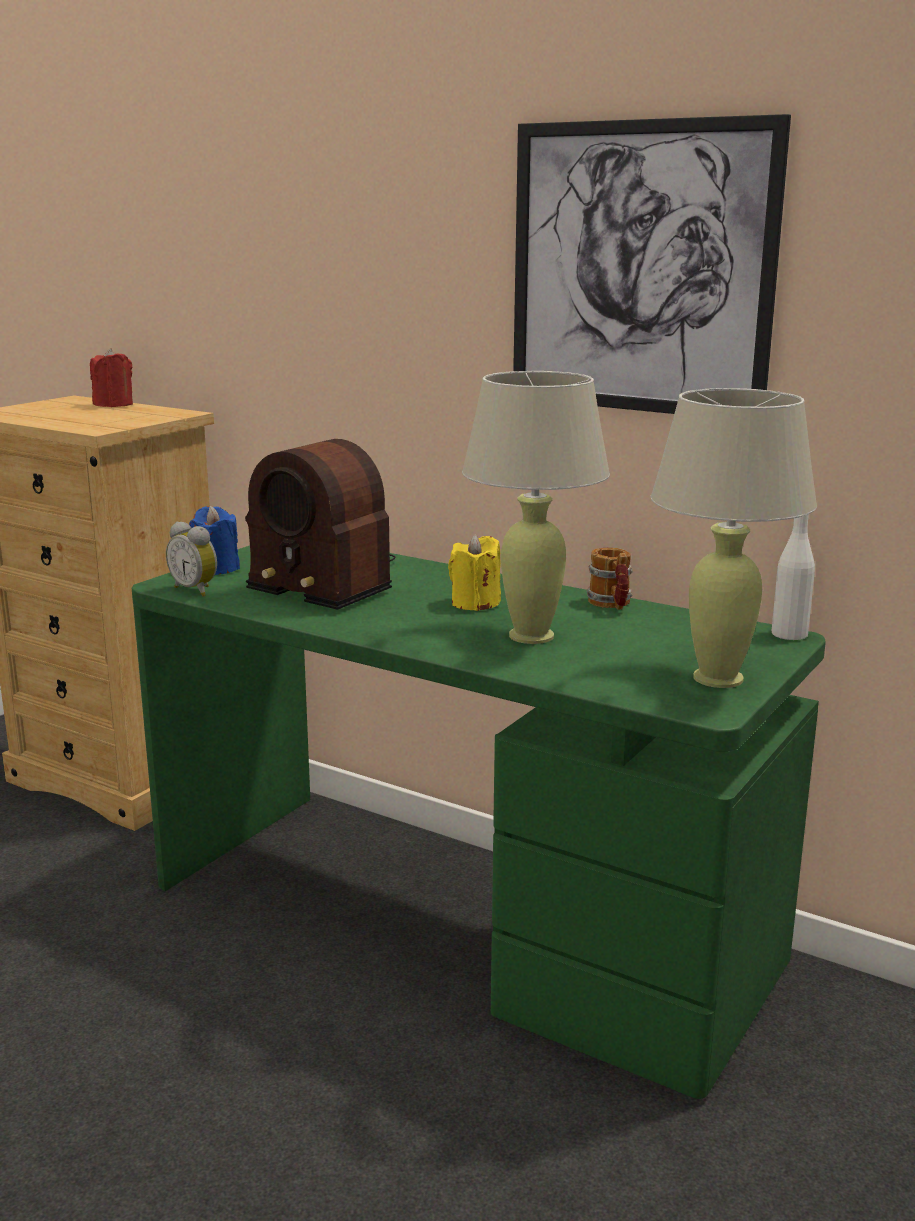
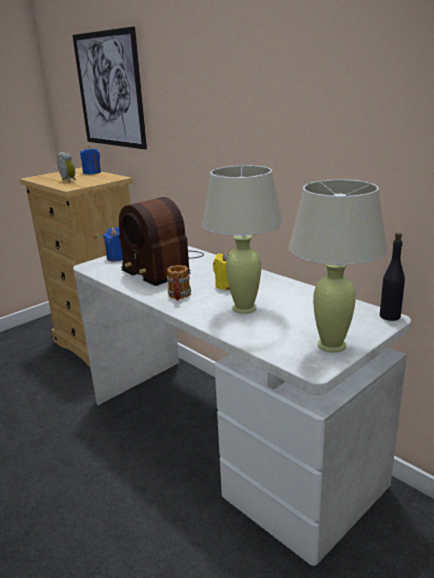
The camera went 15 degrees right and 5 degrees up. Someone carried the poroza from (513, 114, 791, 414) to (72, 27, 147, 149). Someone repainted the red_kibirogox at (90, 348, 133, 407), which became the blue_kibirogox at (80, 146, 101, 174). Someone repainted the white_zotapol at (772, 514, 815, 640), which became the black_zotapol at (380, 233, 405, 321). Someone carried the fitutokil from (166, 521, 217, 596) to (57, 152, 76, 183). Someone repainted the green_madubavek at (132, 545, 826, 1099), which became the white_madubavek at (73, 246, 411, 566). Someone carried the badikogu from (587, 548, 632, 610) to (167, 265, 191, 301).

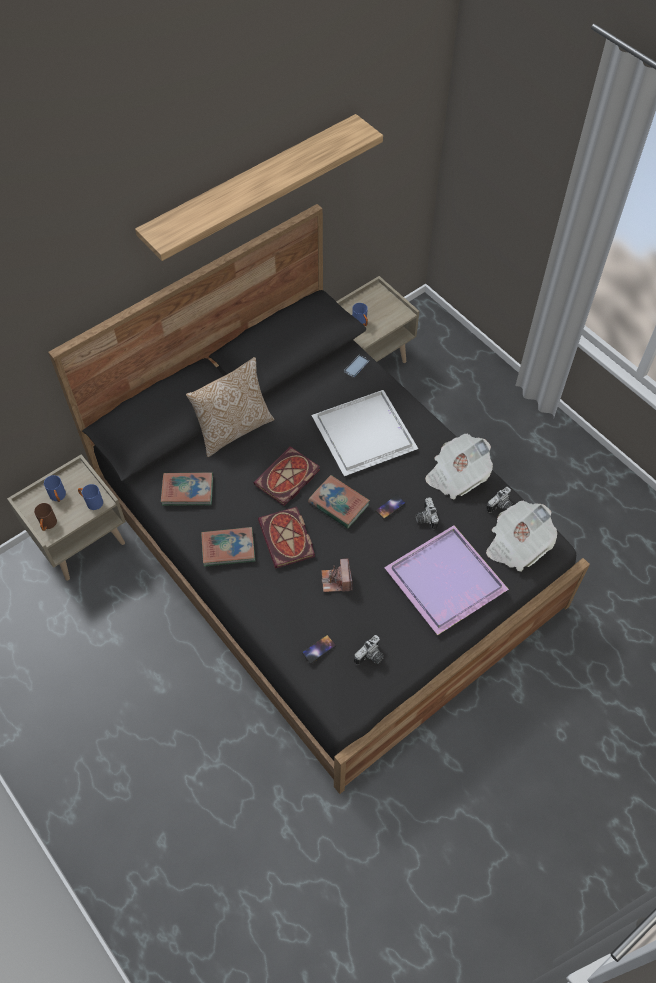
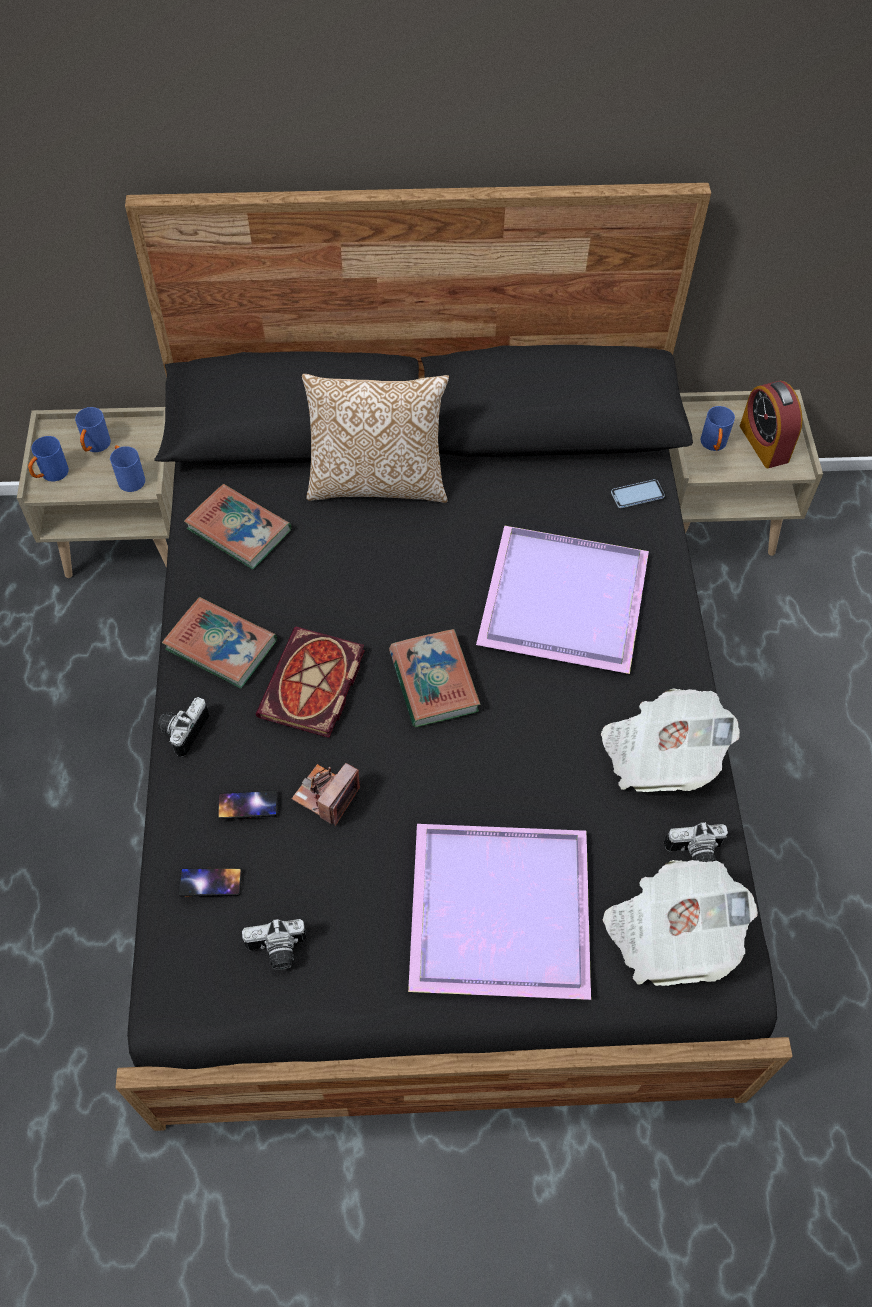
The camera went 35 degrees right and 0 degrees up. Someone took away the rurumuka at (135, 114, 383, 261). Someone repainted the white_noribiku at (311, 390, 418, 476), which became the purple_noribiku at (476, 525, 649, 674). Someone took away the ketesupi at (253, 446, 320, 506). Someone carried the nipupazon from (375, 494, 406, 519) to (217, 790, 278, 819). Someone carried the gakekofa from (416, 497, 439, 530) to (158, 697, 210, 757). Someone repainted the brown_badikogu at (34, 503, 57, 531), which became the blue_badikogu at (28, 436, 69, 481). Someone put down the fitutokil at (740, 381, 802, 468).

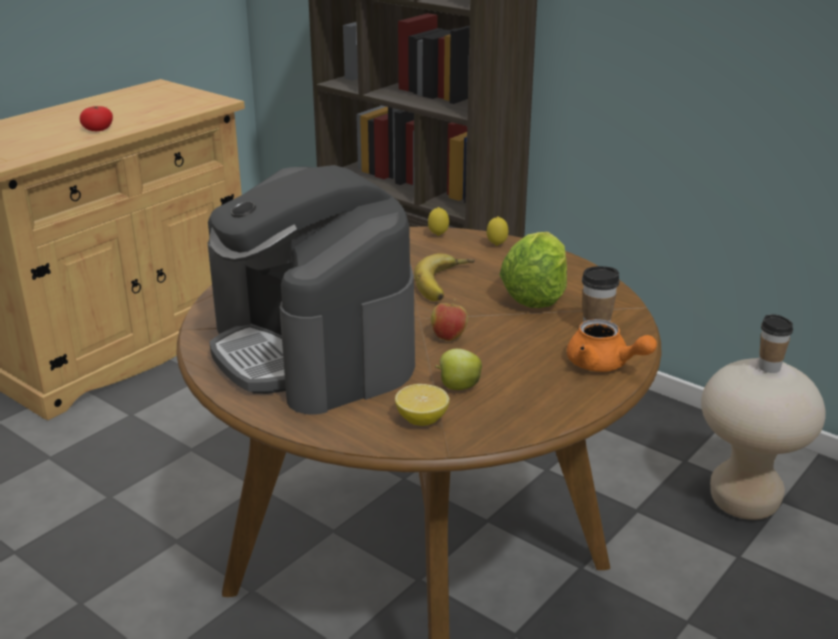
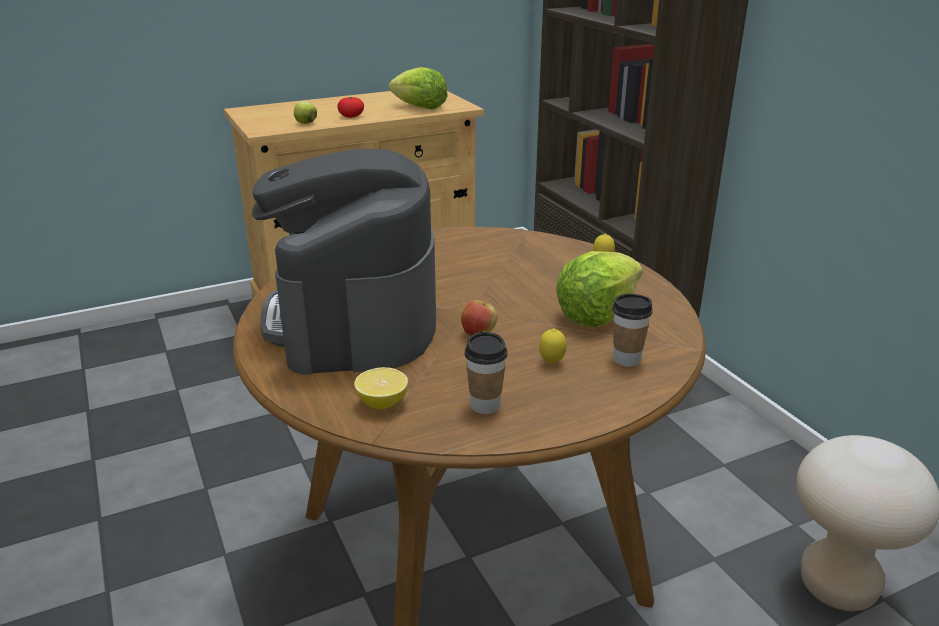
The camera went 25 degrees right and 0 degrees up. Someone carried the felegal from (428, 207, 449, 236) to (539, 329, 567, 363). Someone took away the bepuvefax at (414, 253, 475, 301). Someone carried the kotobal from (759, 314, 793, 373) to (464, 332, 508, 414). Someone took away the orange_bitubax at (567, 319, 657, 372). Someone carried the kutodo from (435, 349, 482, 390) to (294, 101, 317, 124). Someone put down the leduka at (389, 67, 448, 109).

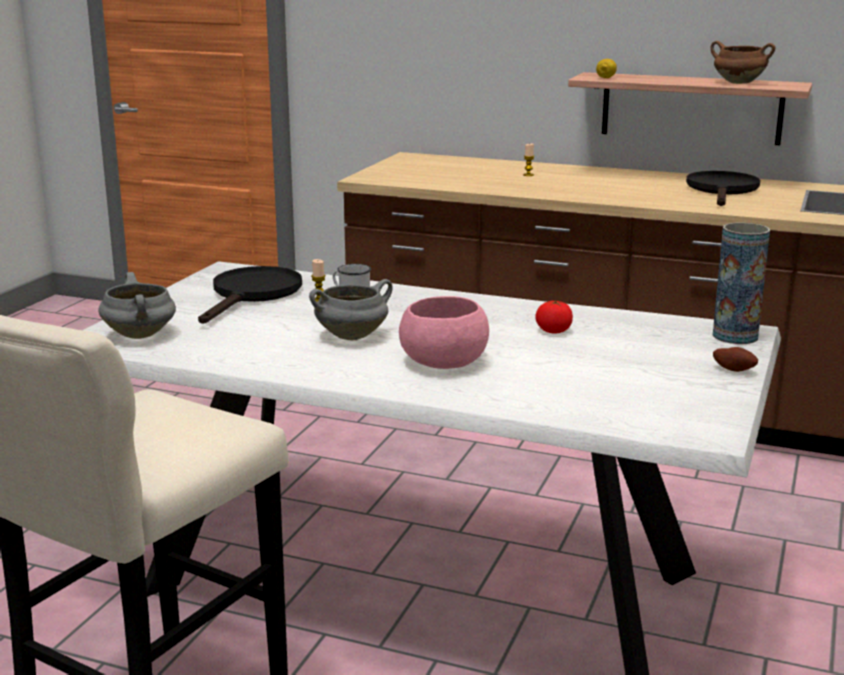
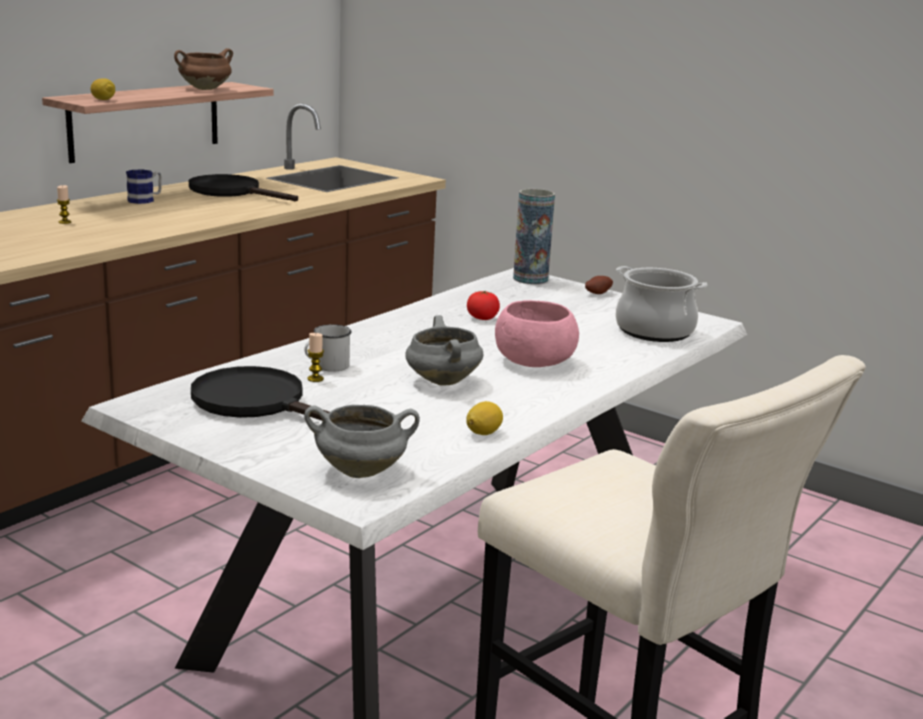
The camera went 75 degrees left and 0 degrees up. Someone put down the badikogu at (126, 169, 162, 204). Someone put down the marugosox at (615, 266, 708, 342). Someone put down the felegal at (466, 401, 503, 435).

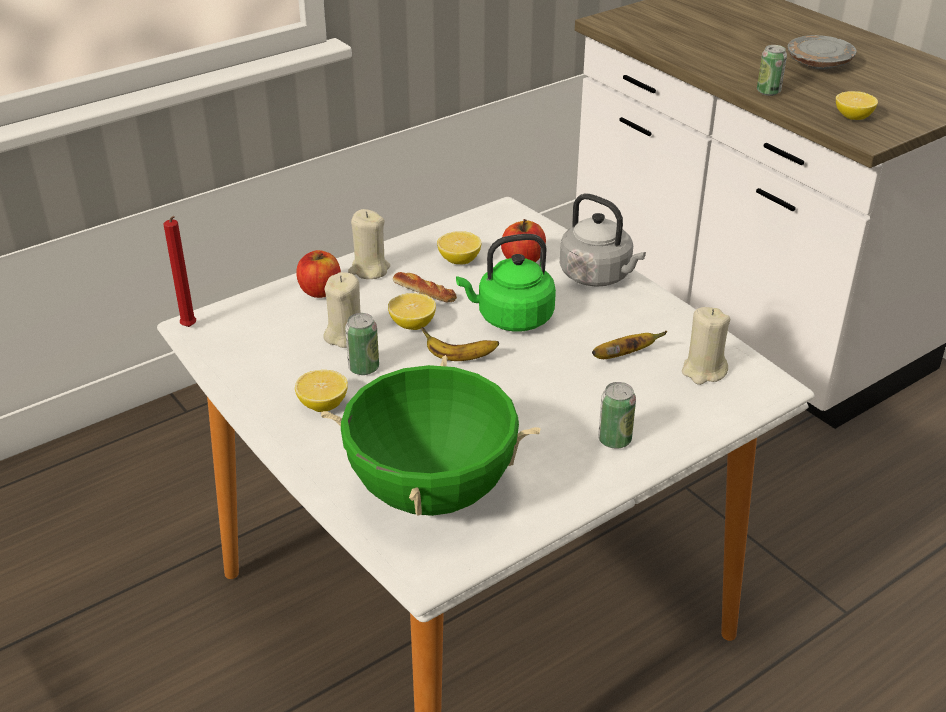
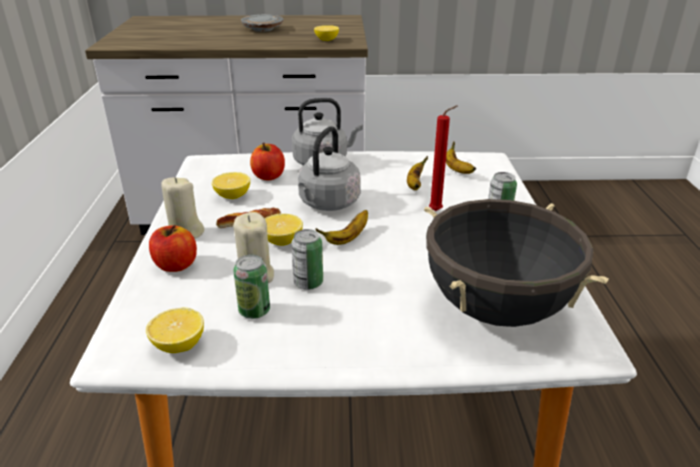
The camera went 55 degrees left and 5 degrees down. Someone carried the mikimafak from (757, 45, 787, 96) to (233, 255, 270, 319). Someone carried the red_kibirogox from (164, 216, 196, 327) to (429, 106, 457, 211). Someone repainted the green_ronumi at (456, 234, 556, 332), which became the grey_ronumi at (298, 126, 361, 211). Someone swapped the beige_kibirogox at (682, 307, 730, 385) for the bepuvefax at (446, 142, 476, 174). Someone repainted the green_marugosox at (321, 355, 541, 516), which became the black_marugosox at (424, 199, 609, 327). Someone carried the felegal from (295, 370, 348, 412) to (146, 308, 204, 353).

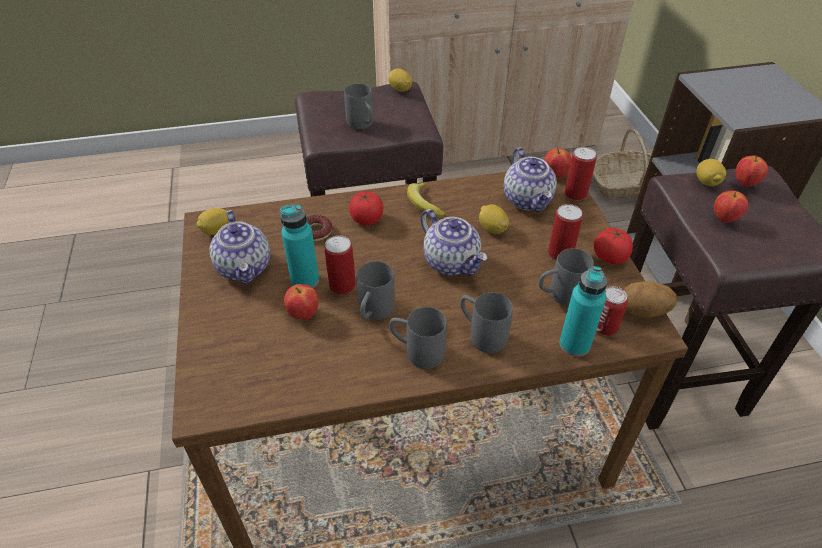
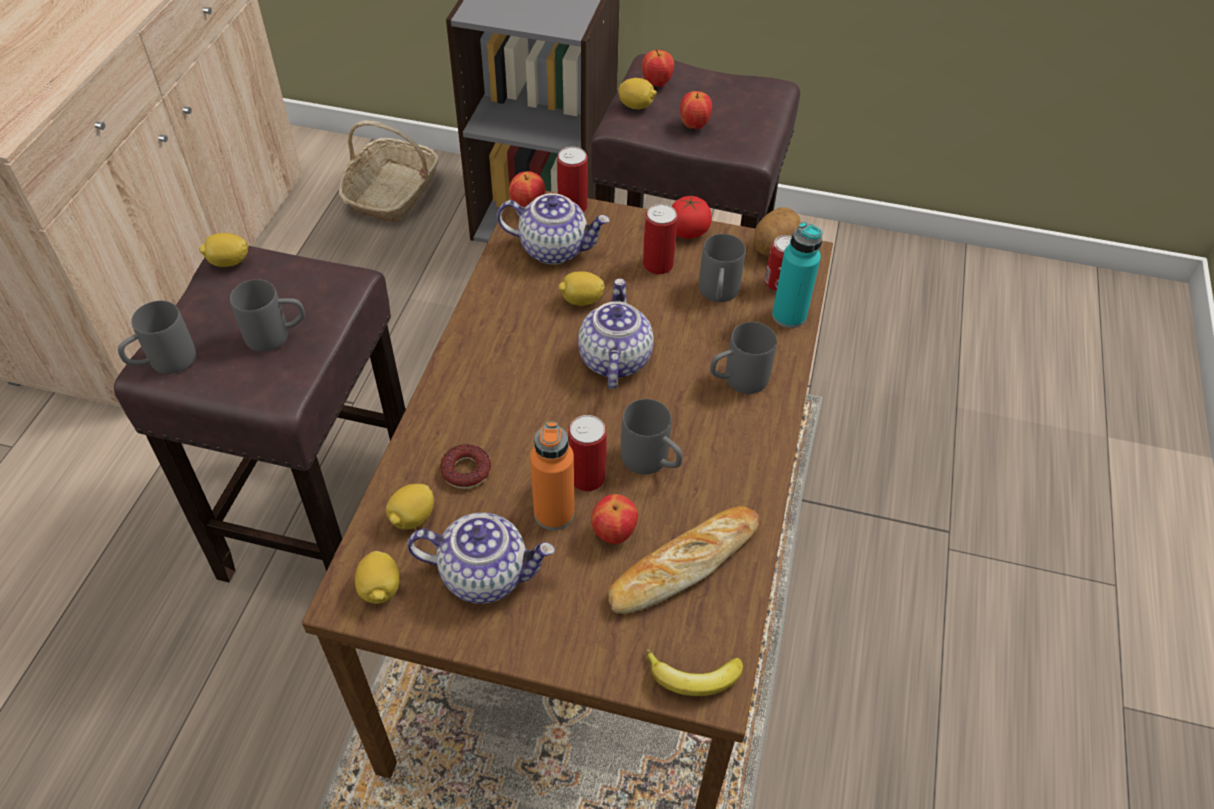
The camera went 65 degrees left and 5 degrees up. Someone carried the bepuvefax from (407, 183, 445, 218) to (646, 649, 743, 696). Someone took away the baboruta at (349, 191, 383, 225). Someone repainted the turquoise_zotapol at (280, 204, 319, 288), which became the orange_zotapol at (530, 421, 574, 530). Someone rotated the bitubax at (421, 209, 487, 276) by 75 degrees counterclockwise. Someone carried the grey_badikogu from (389, 307, 447, 369) to (118, 301, 196, 374). Someone put down the felegal at (386, 484, 434, 530). Someone put down the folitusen at (608, 506, 761, 614).

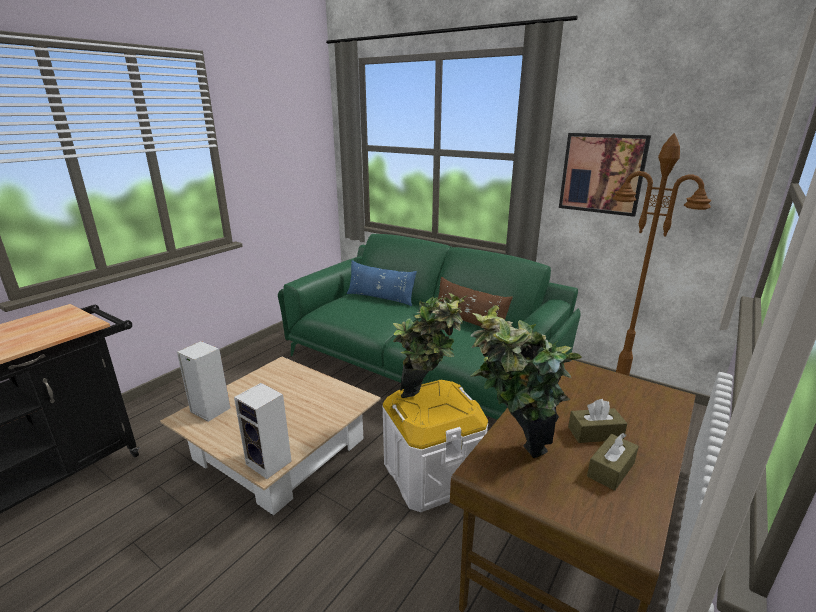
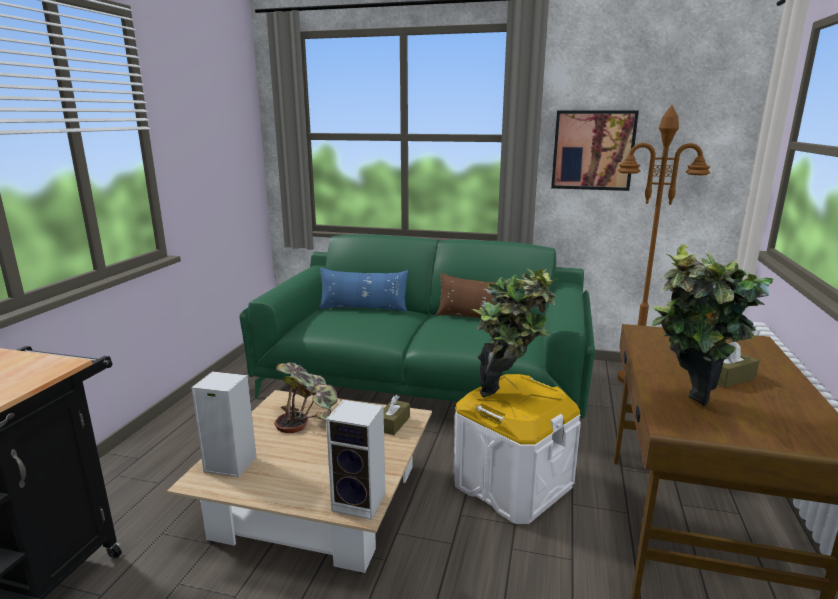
The camera went 20 degrees left and 5 degrees down. Someone carried the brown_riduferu from (587, 433, 639, 491) to (384, 395, 410, 435). Someone put down the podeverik at (274, 362, 338, 433).

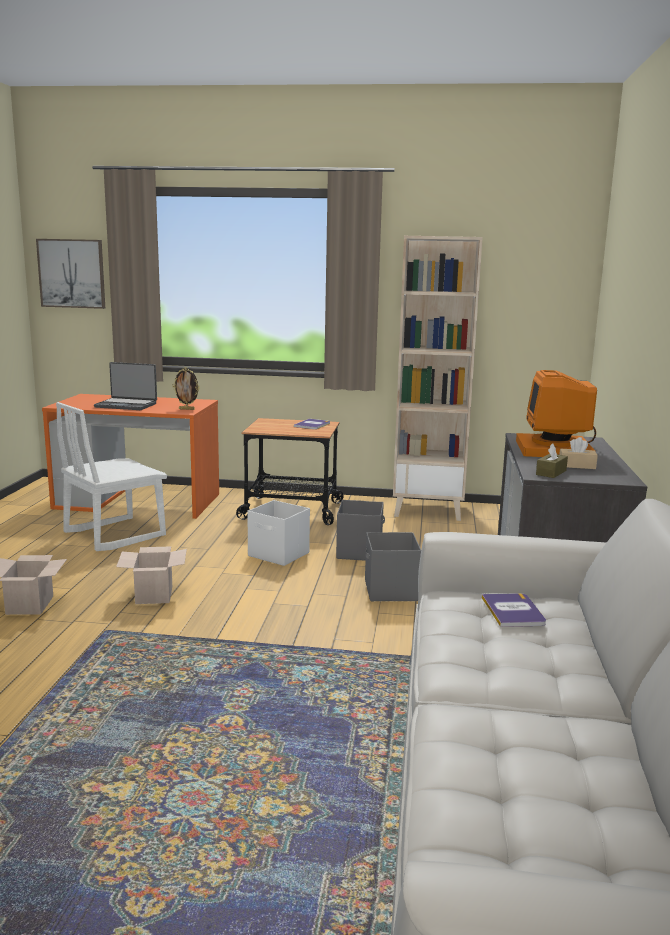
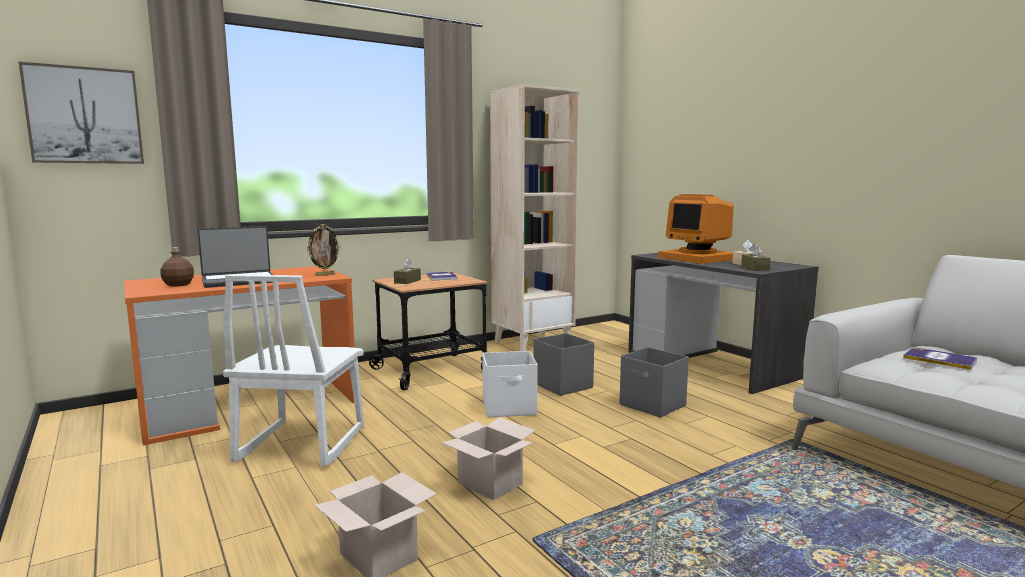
The camera went 40 degrees left and 5 degrees down. Someone put down the brown_zotapol at (160, 247, 194, 286). Someone put down the brown_riduferu at (394, 258, 421, 284).

